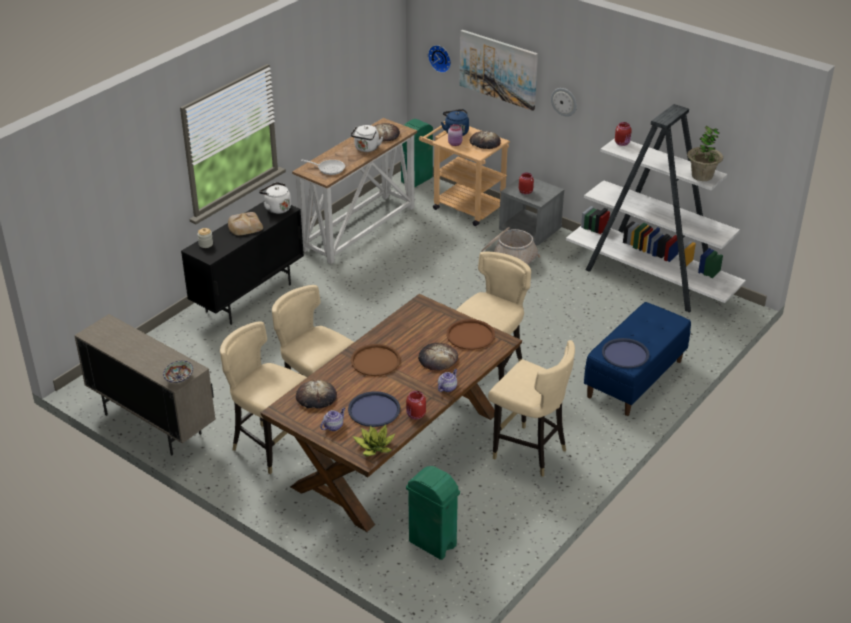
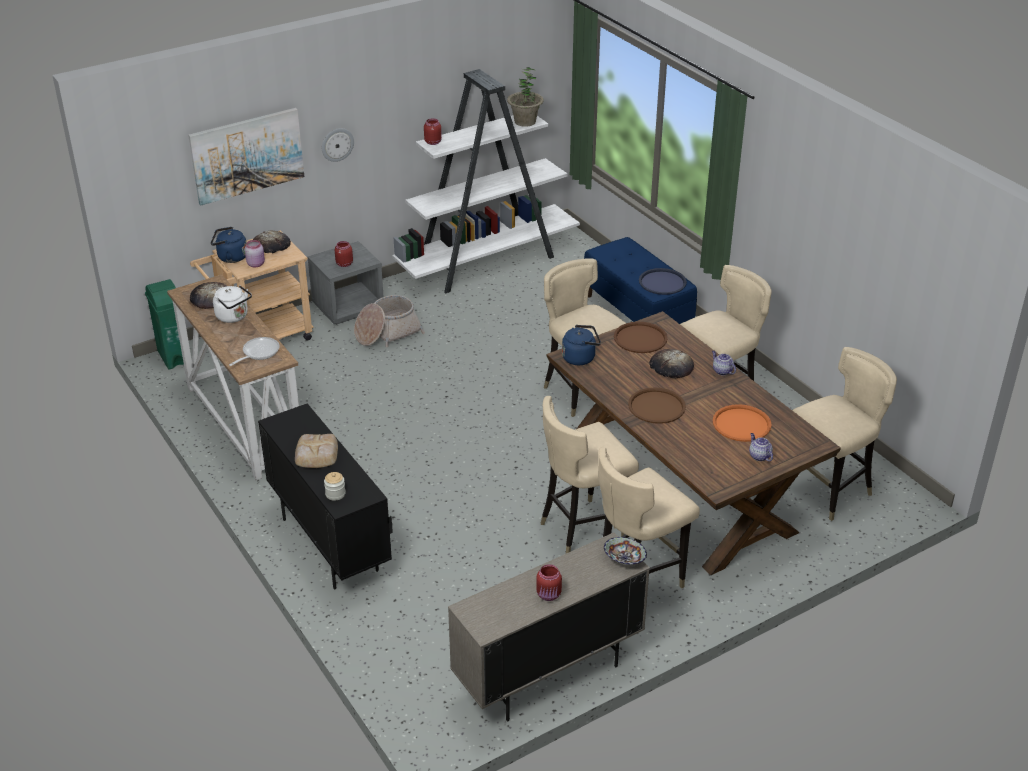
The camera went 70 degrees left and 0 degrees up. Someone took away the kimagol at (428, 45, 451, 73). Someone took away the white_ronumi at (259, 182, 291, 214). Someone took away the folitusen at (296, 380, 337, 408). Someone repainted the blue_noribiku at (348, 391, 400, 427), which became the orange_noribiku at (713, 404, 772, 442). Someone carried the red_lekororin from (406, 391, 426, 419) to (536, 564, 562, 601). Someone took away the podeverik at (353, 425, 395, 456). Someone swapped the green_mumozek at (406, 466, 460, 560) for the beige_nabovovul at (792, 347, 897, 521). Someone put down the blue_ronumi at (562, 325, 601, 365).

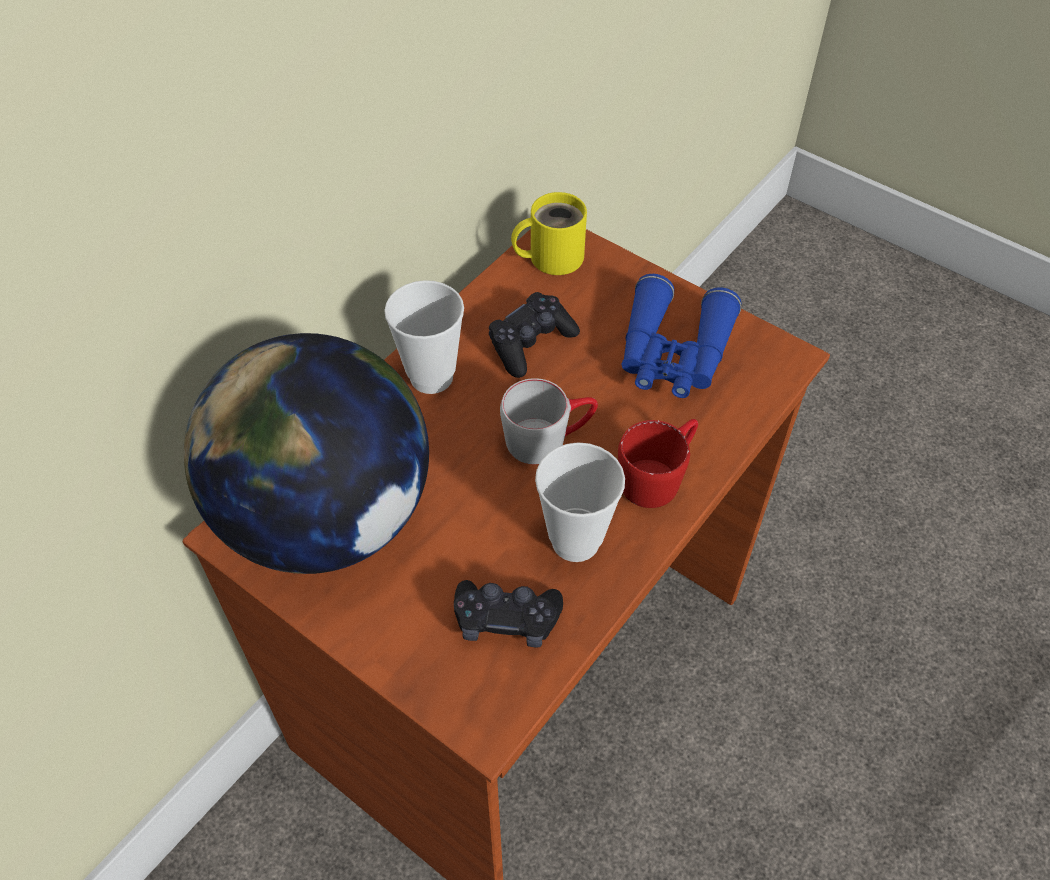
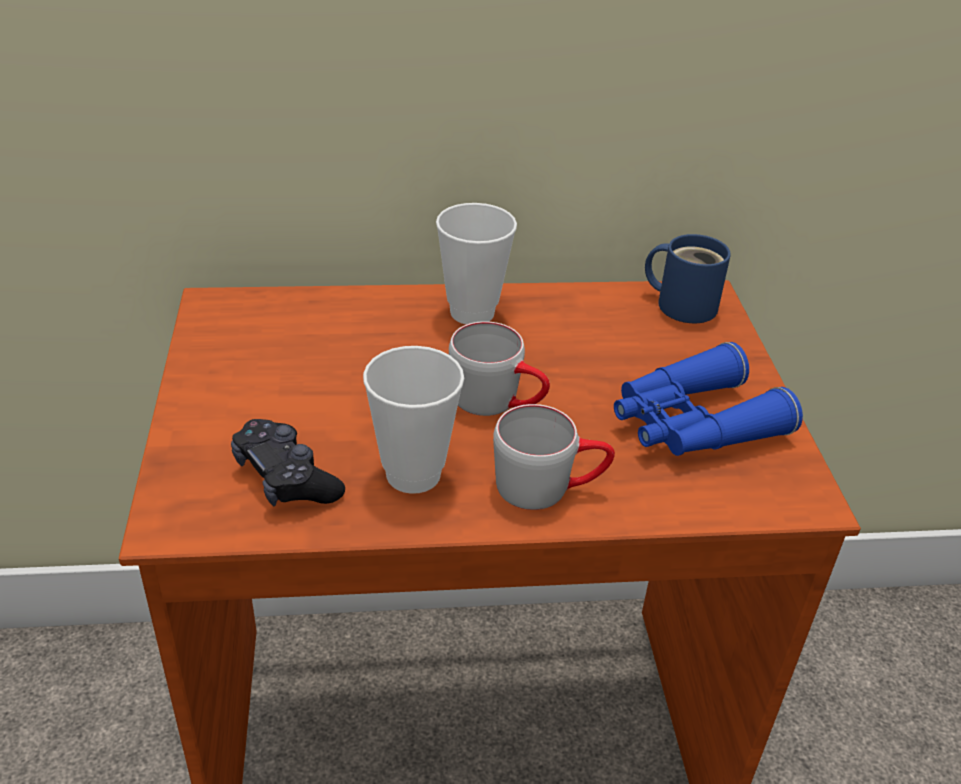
The camera went 45 degrees right and 15 degrees down. Someone repainted the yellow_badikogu at (511, 192, 587, 275), which became the blue_badikogu at (645, 234, 731, 323). Someone took away the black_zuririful at (489, 292, 580, 378). Someone took away the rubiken at (183, 333, 429, 574). Someone repainted the red_badikogu at (618, 419, 698, 508), which became the grey_badikogu at (493, 404, 615, 510).

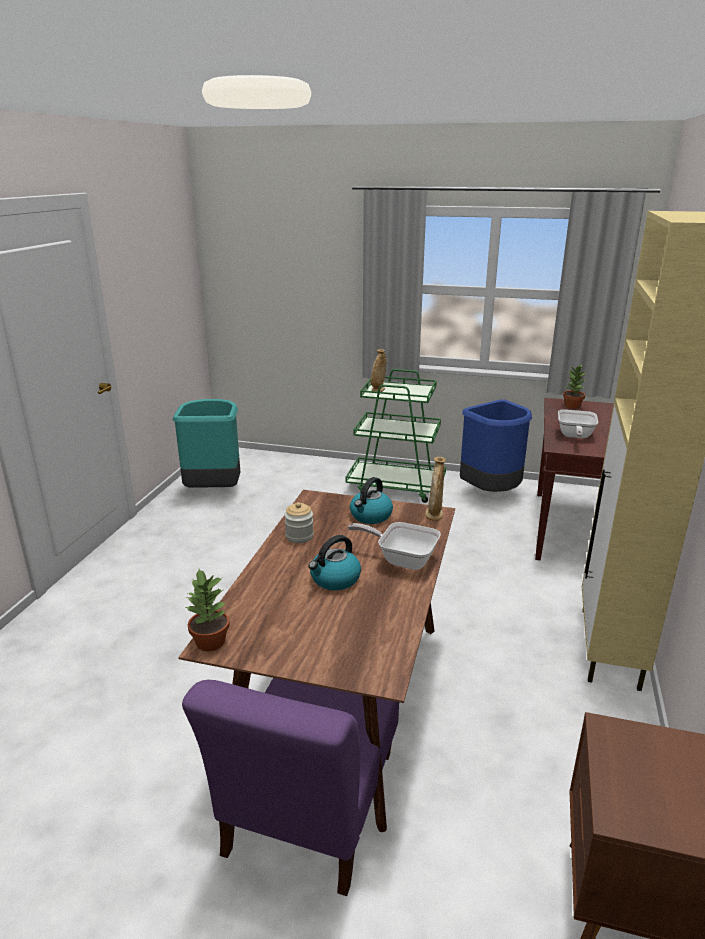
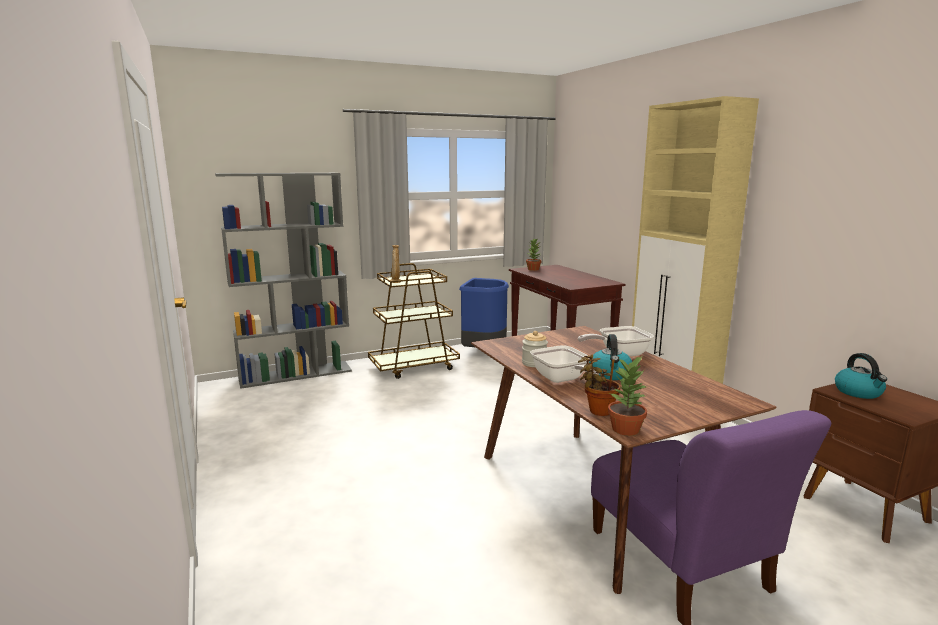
The camera went 40 degrees left and 10 degrees down. Someone repainted the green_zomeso at (345, 369, 446, 503), which became the brown_zomeso at (368, 263, 460, 379). Someone took away the turquoise_mumozek at (173, 399, 240, 488). Someone carried the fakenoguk from (558, 410, 598, 438) to (530, 345, 599, 383). Someone took away the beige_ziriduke at (425, 457, 446, 521). Someone carried the ronumi from (350, 477, 393, 524) to (835, 353, 887, 399). Someone put down the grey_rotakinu at (215, 173, 352, 389). Someone put down the podeverik at (578, 354, 620, 416).

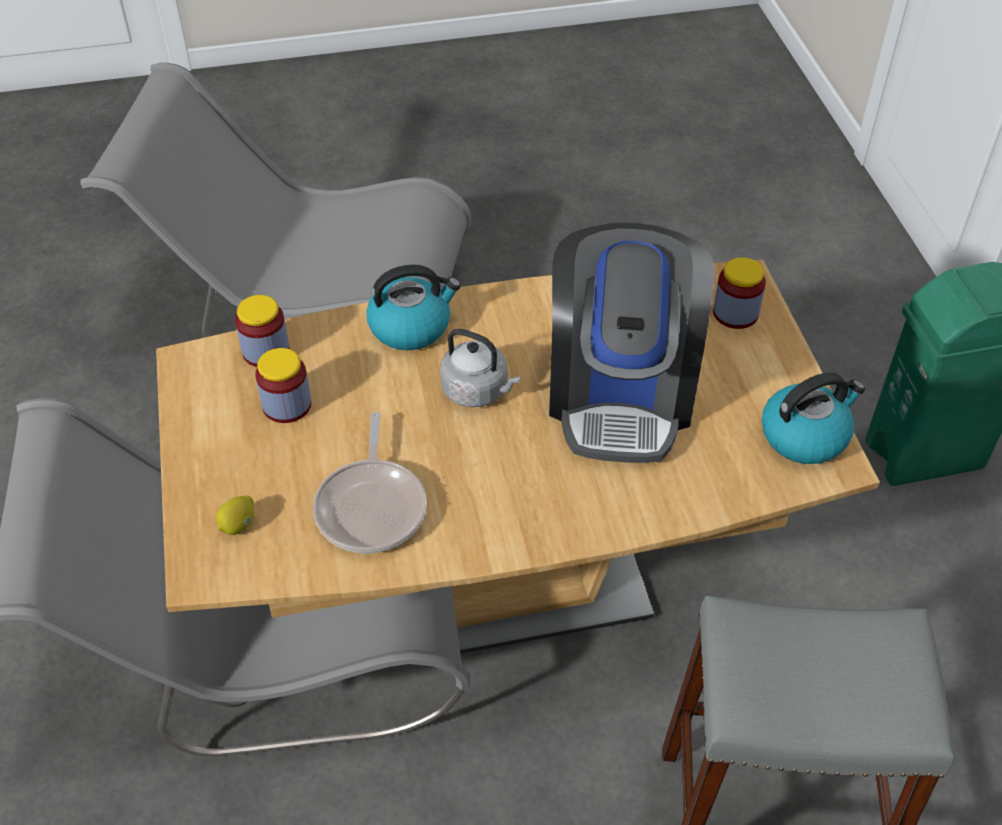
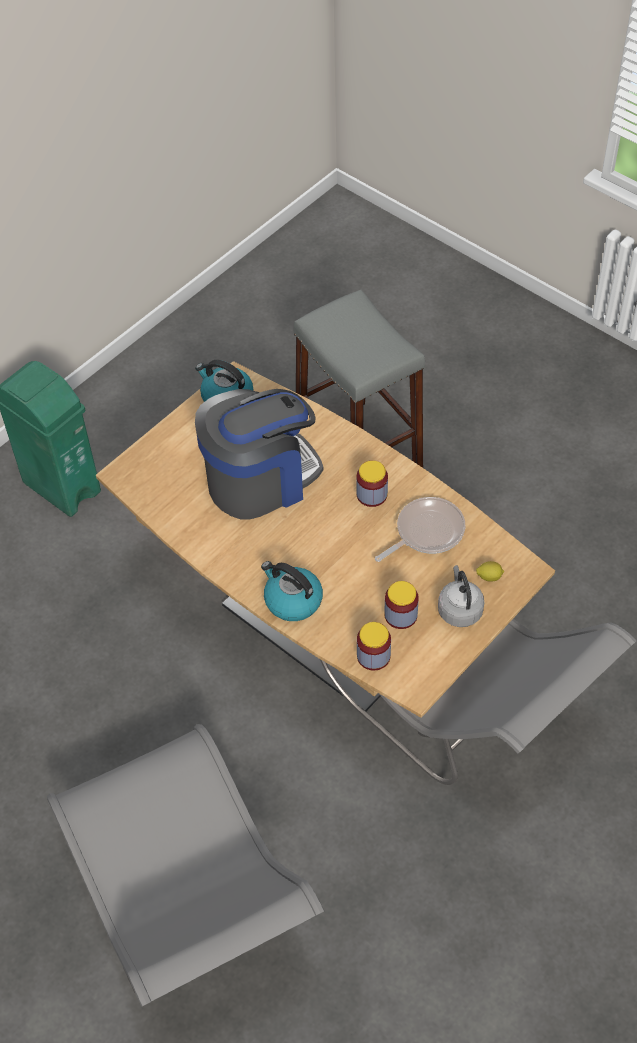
The camera went 125 degrees left and 5 degrees up. Someone carried the lekororin from (713, 257, 766, 329) to (356, 460, 388, 507). Someone carried the grey_ronumi from (440, 329, 521, 407) to (438, 565, 484, 627).

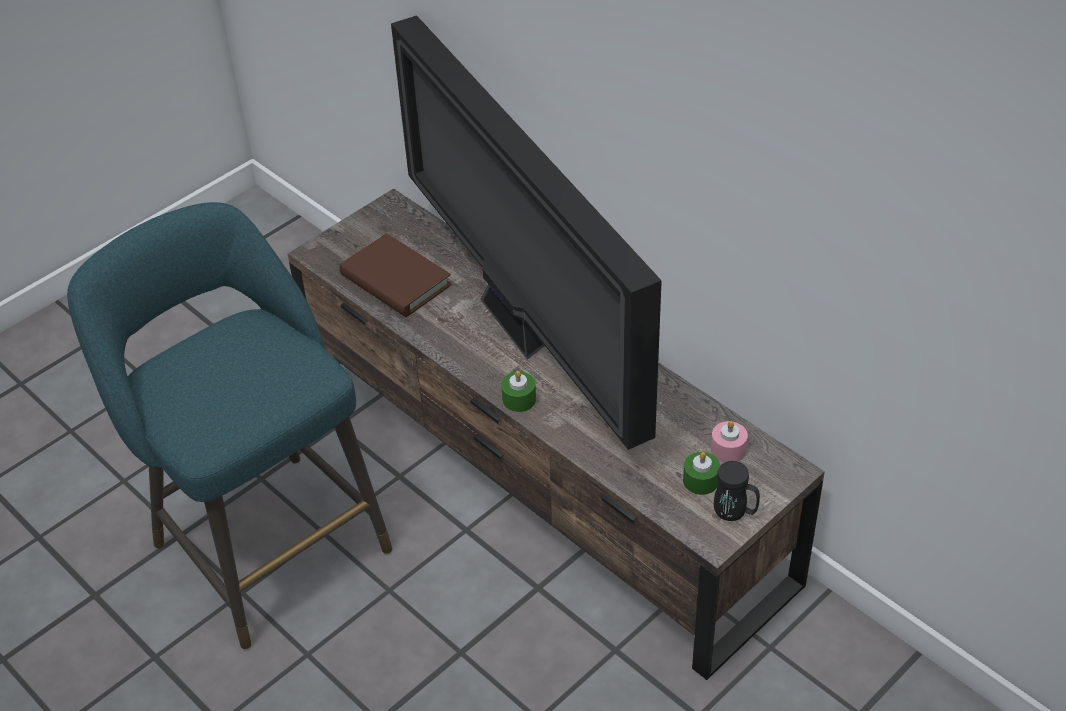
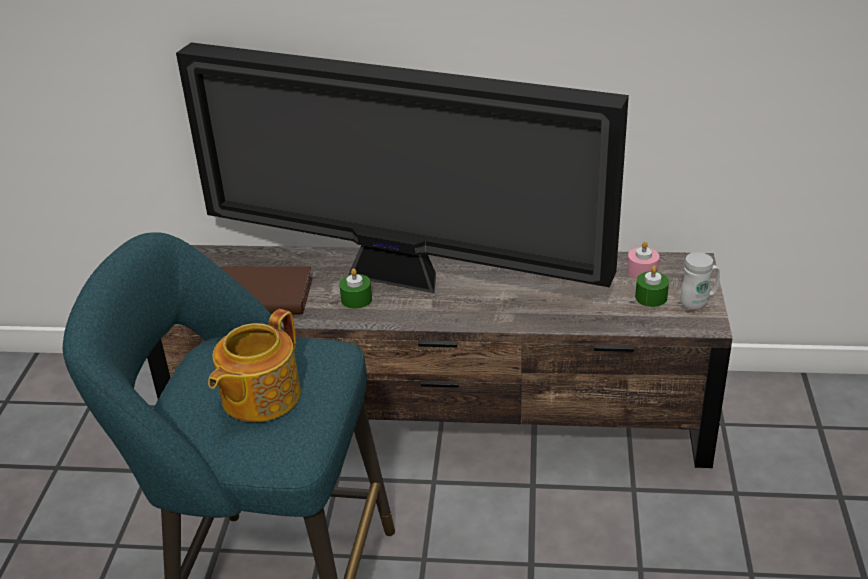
The camera went 40 degrees left and 10 degrees down. Someone carried the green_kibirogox from (501, 371, 536, 412) to (339, 269, 372, 309). Someone repainted the black_badikogu at (714, 461, 760, 521), which became the white_badikogu at (681, 252, 720, 310). Someone put down the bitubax at (208, 309, 301, 422).

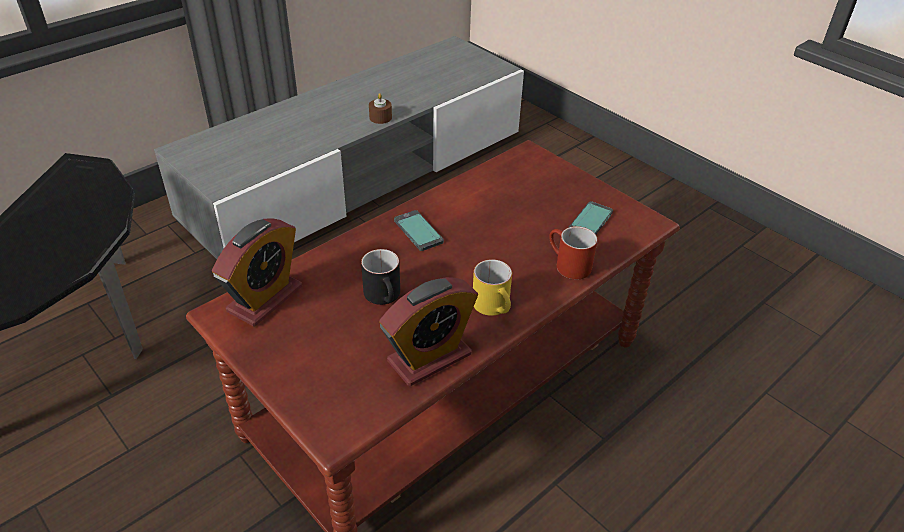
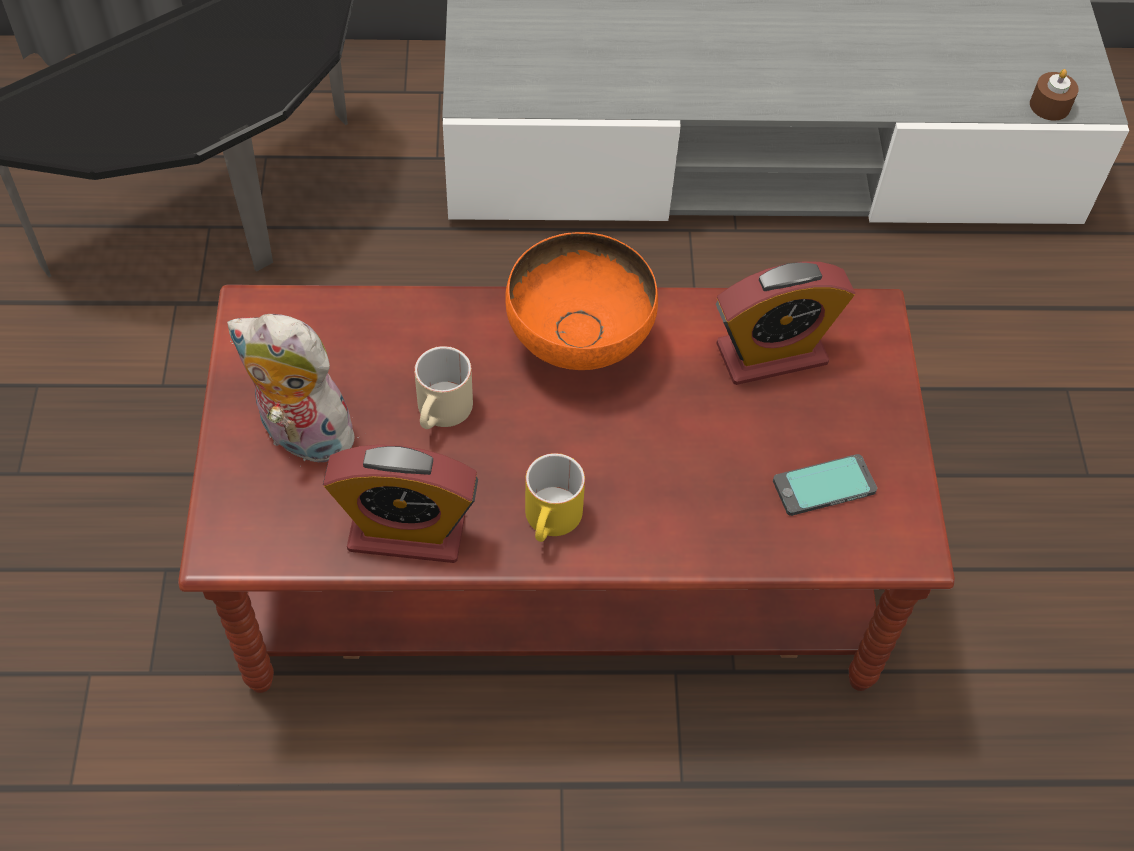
The camera went 40 degrees right and 15 degrees up. Someone carried the brown_kibirogox from (369, 93, 392, 124) to (1030, 69, 1079, 121). Someone swapped the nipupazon at (394, 210, 444, 251) for the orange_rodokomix at (505, 232, 658, 370). Someone carried the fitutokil from (212, 218, 302, 327) to (716, 261, 855, 385). Someone took away the red_badikogu at (549, 226, 598, 279). Someone repainted the black_badikogu at (361, 249, 400, 305), which became the beige_badikogu at (414, 346, 473, 429). Someone put down the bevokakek at (227, 314, 366, 467).

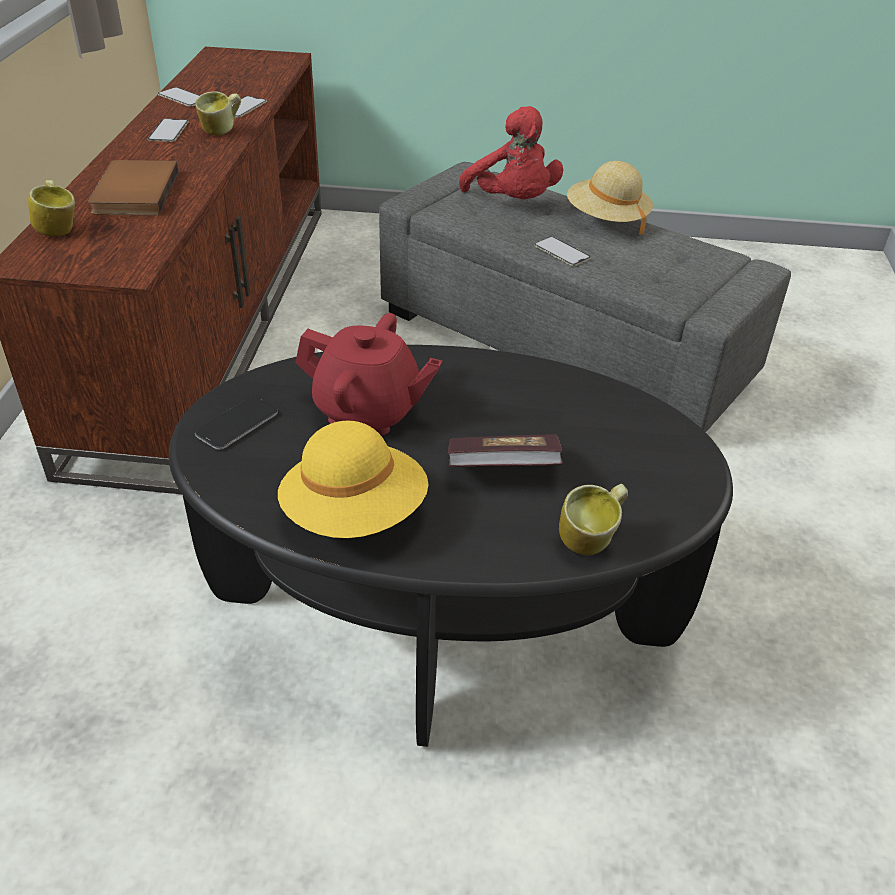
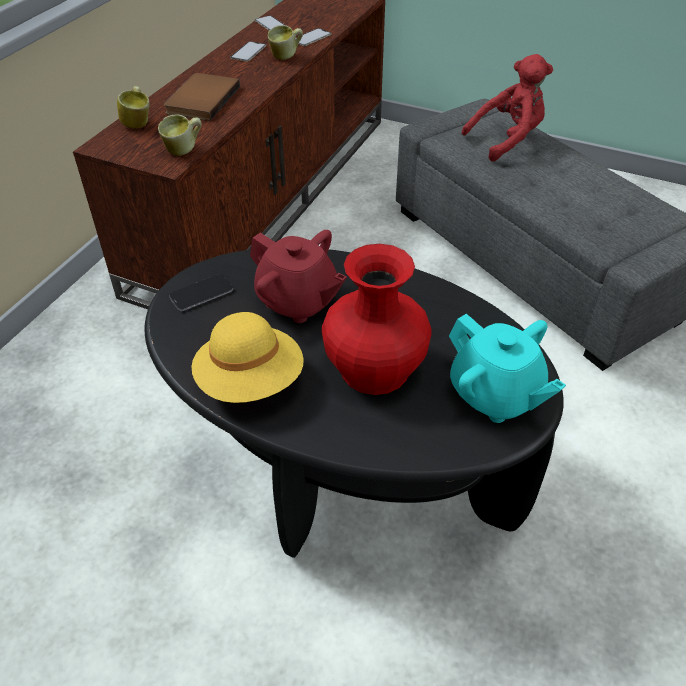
The camera went 20 degrees right and 5 degrees up. Someone rotated the red_bevokakek at (459, 106, 563, 199) by 105 degrees counterclockwise. Someone took away the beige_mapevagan at (567, 161, 653, 235). Someone took away the nipupazon at (534, 236, 591, 266). Someone swapped the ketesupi at (448, 435, 563, 467) for the red_ziriduke at (322, 244, 432, 395). Someone carried the badikogu from (559, 484, 628, 555) to (158, 115, 202, 156). Someone put down the turquoise_bitubax at (449, 313, 566, 423).

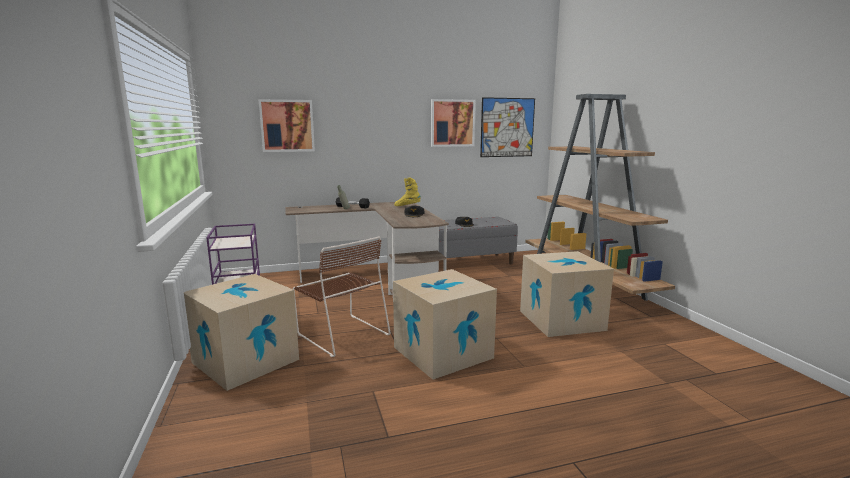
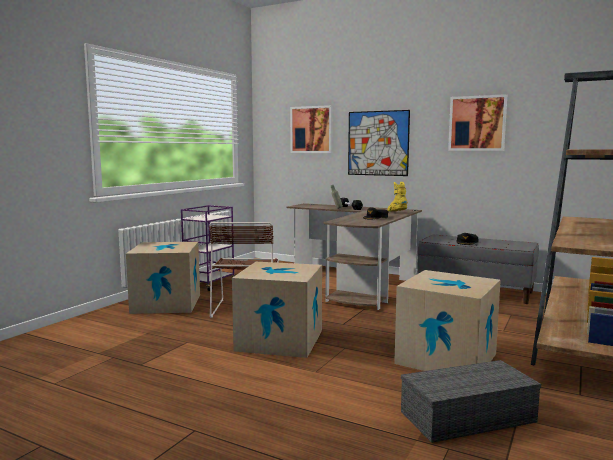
The camera went 45 degrees right and 5 degrees down. Someone carried the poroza from (480, 97, 535, 157) to (348, 110, 410, 176). Someone put down the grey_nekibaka at (401, 360, 541, 443).

